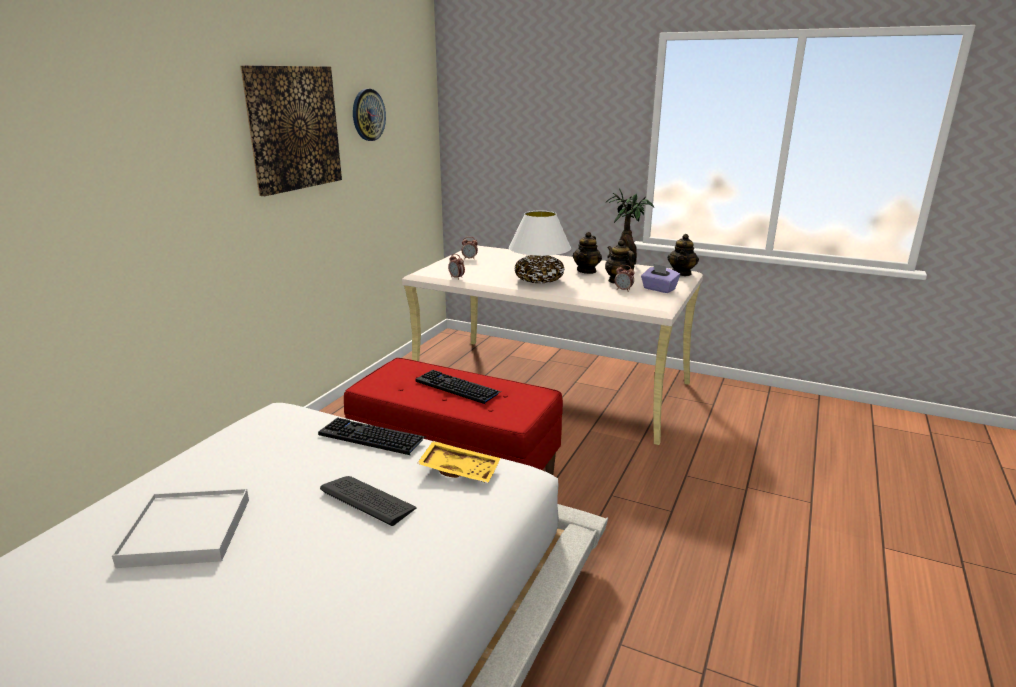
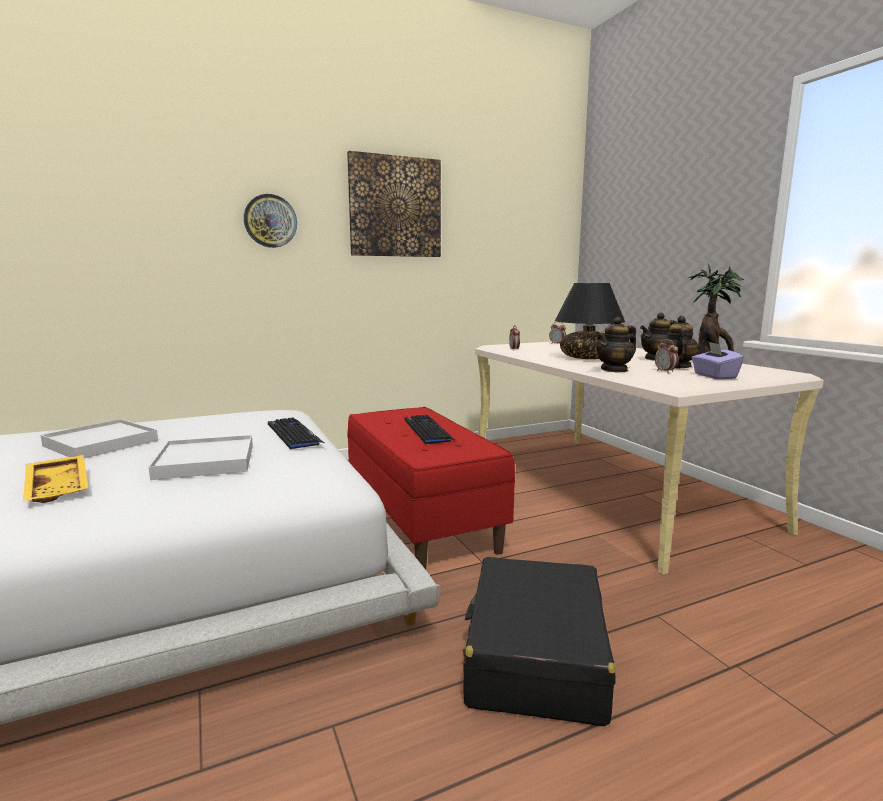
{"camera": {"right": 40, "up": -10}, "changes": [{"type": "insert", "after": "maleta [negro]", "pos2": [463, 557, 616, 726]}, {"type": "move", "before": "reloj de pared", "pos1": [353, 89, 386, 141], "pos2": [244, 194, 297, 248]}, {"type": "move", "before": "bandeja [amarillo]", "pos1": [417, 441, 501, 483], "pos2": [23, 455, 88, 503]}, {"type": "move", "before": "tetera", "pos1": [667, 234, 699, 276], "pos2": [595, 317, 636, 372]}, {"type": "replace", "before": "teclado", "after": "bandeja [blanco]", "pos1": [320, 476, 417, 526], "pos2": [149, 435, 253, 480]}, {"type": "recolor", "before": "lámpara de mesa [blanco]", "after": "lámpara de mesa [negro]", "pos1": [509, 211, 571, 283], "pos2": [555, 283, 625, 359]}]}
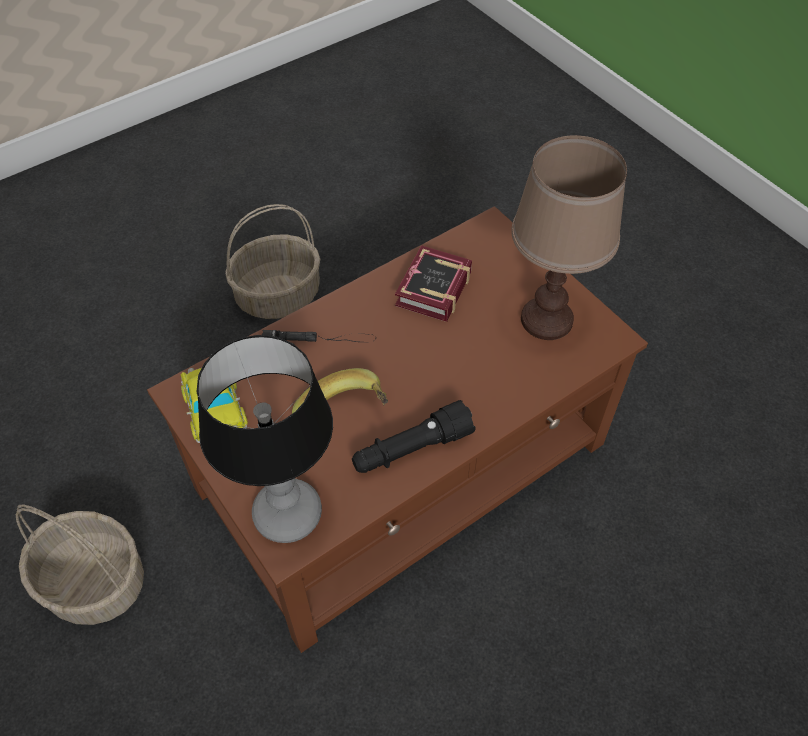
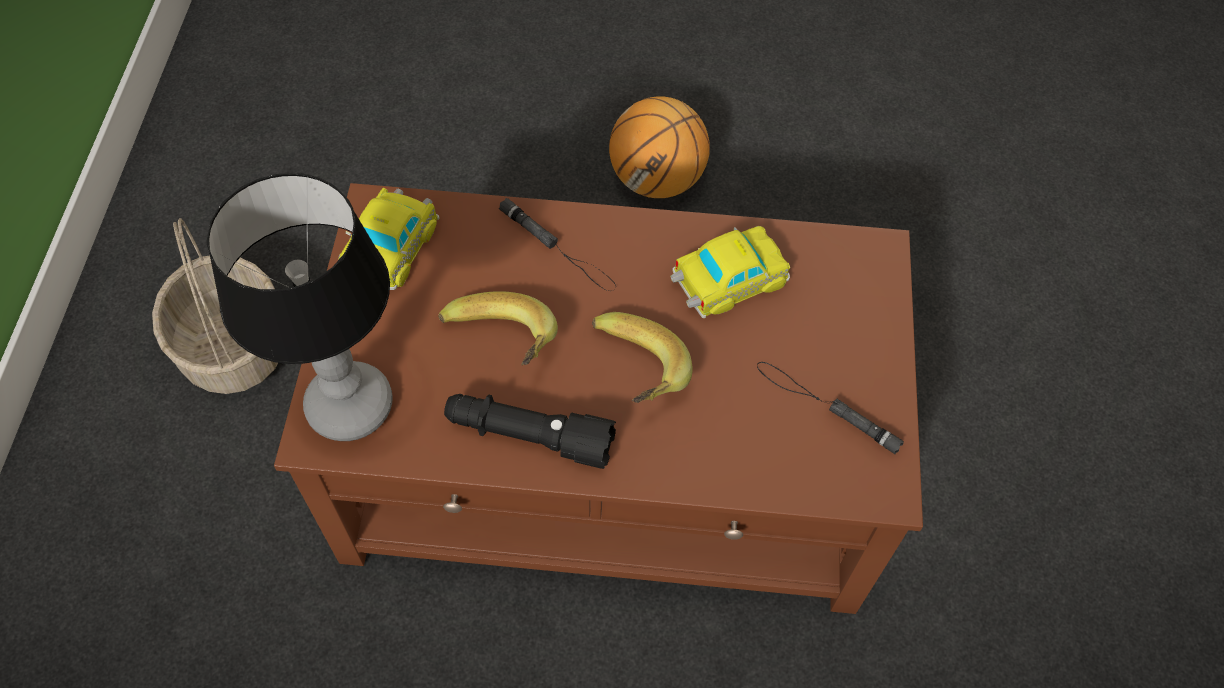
{"camera": {"right": 40, "up": 5}, "changes": [{"type": "insert", "after": "plátano", "pos2": [592, 312, 693, 403]}, {"type": "replace", "before": "cesta", "after": "balón de baloncesto", "pos1": [225, 204, 320, 319], "pos2": [609, 96, 710, 198]}, {"type": "replace", "before": "libro", "after": "coche de juguete", "pos1": [395, 245, 472, 322], "pos2": [670, 226, 790, 318]}, {"type": "replace", "before": "lámpara de mesa [marrón]", "after": "linterna [negro]", "pos1": [511, 135, 627, 340], "pos2": [757, 362, 904, 455]}]}
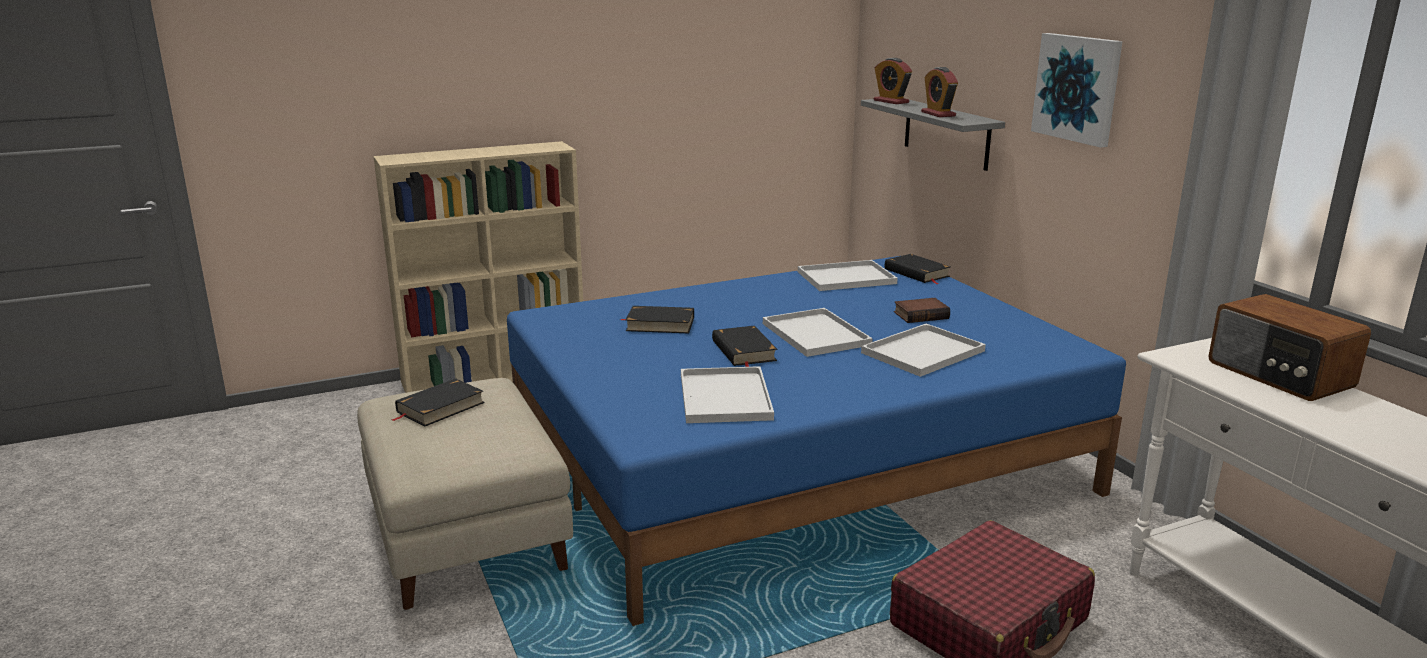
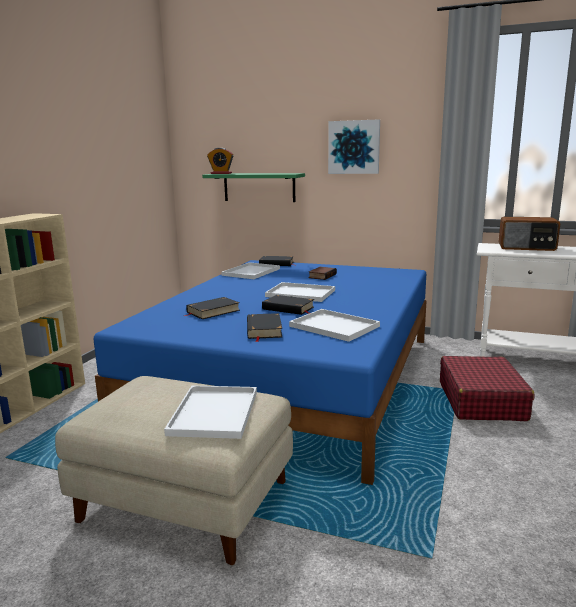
{"camera": {"right": -45, "up": -5}, "changes": [{"type": "delete", "before": "despertador", "pos1": [921, 67, 958, 117]}, {"type": "move", "before": "libro [negro]", "pos1": [392, 379, 485, 427], "pos2": [247, 313, 282, 342]}, {"type": "move", "before": "bandeja [blanco]", "pos1": [861, 324, 986, 377], "pos2": [164, 386, 257, 439]}, {"type": "recolor", "before": "estante [gris]", "after": "estante [verde]", "pos1": [861, 99, 1005, 171], "pos2": [202, 173, 305, 202]}]}
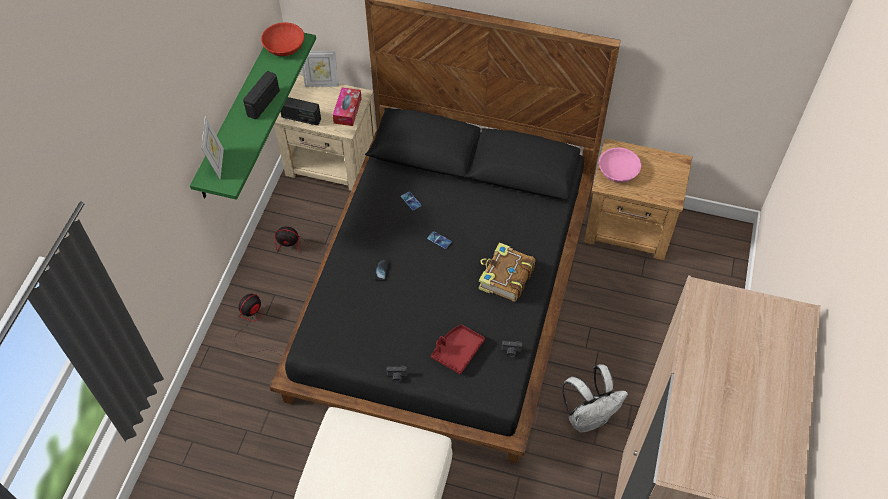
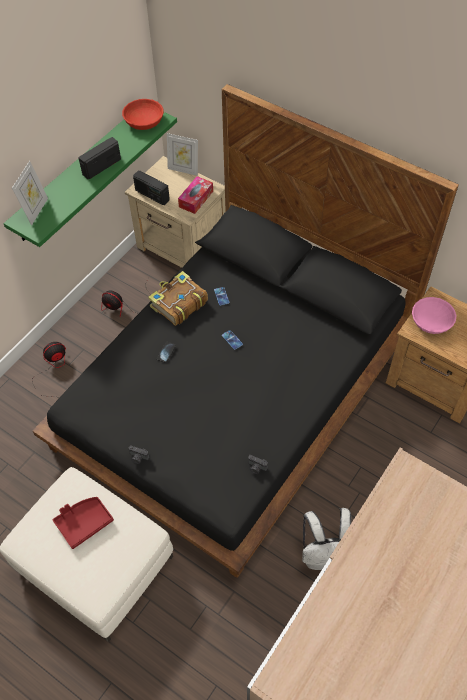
{"camera": {"right": 20, "up": 0}, "changes": [{"type": "move", "before": "bandeja [rojo]", "pos1": [431, 324, 485, 374], "pos2": [53, 497, 114, 549]}, {"type": "move", "before": "libro", "pos1": [479, 242, 535, 302], "pos2": [148, 271, 208, 326]}]}
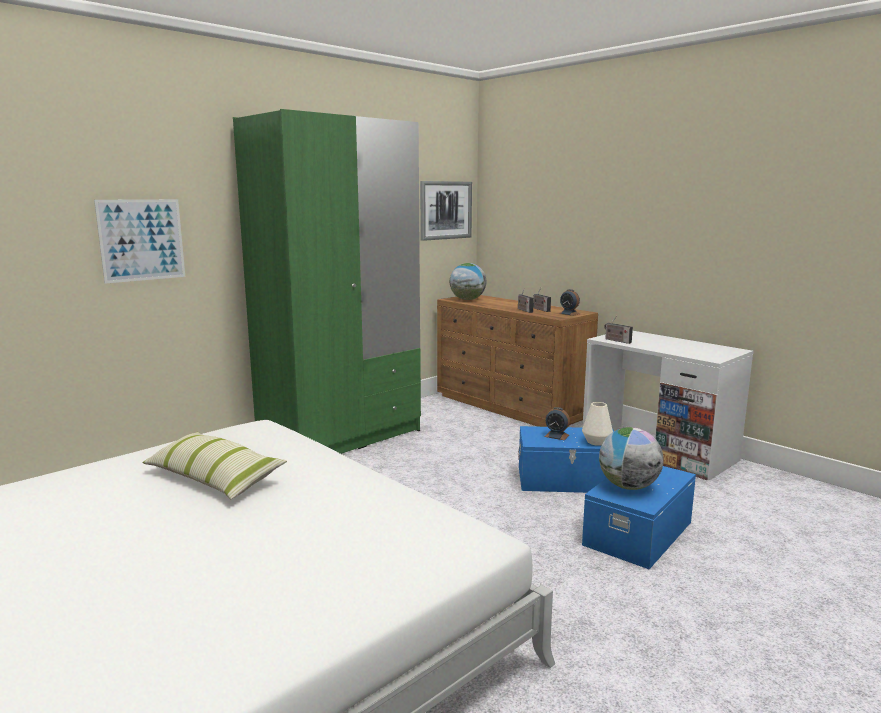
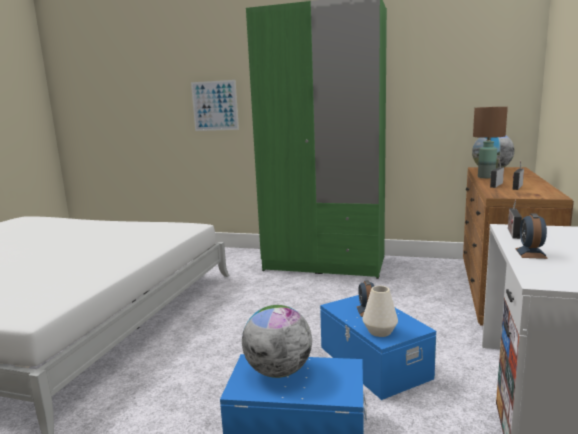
{"camera": {"right": 60, "up": 0}, "changes": [{"type": "delete", "before": "cojín", "pos1": [143, 432, 287, 499]}, {"type": "delete", "before": "cuadro", "pos1": [420, 181, 472, 241]}, {"type": "insert", "after": "lámpara de mesa [marrón]", "pos2": [473, 107, 508, 178]}, {"type": "move", "before": "despertador", "pos1": [558, 289, 580, 316], "pos2": [515, 214, 548, 259]}]}
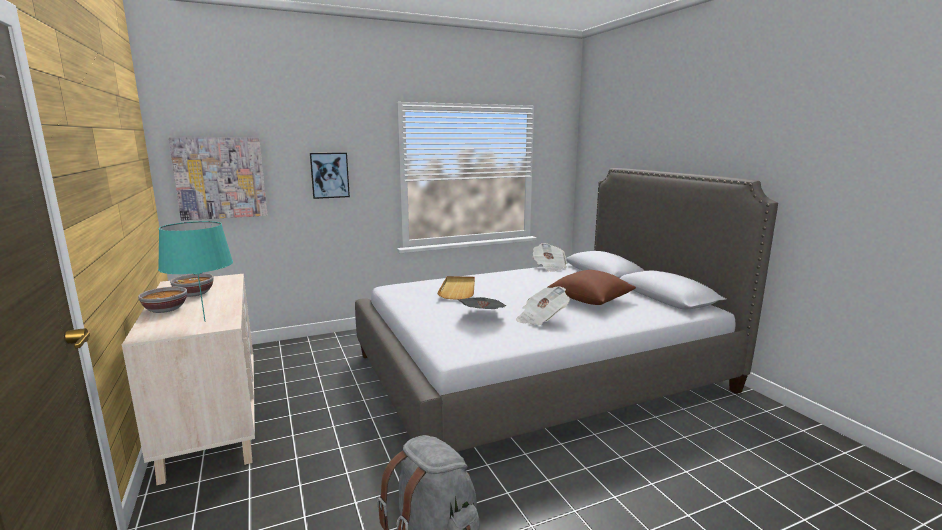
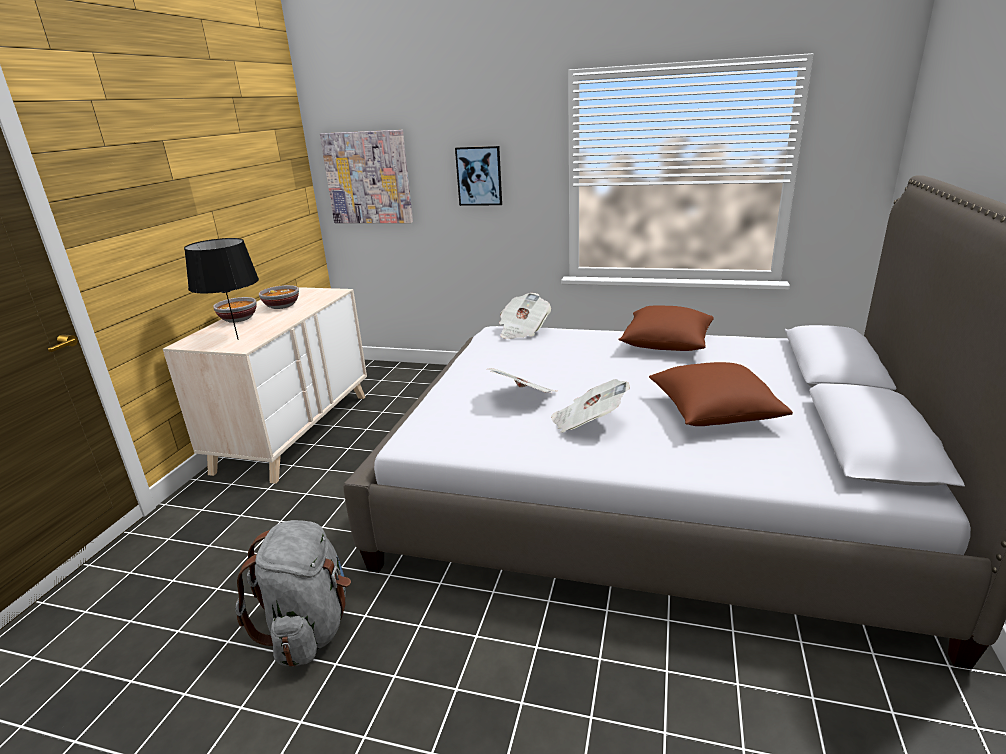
{"camera": {"right": 40, "up": 10}, "changes": [{"type": "delete", "before": "bandeja [beis]", "pos1": [437, 276, 475, 299]}, {"type": "insert", "after": "cojín [marrón]", "pos2": [618, 305, 714, 351]}, {"type": "move", "before": "periódico", "pos1": [533, 243, 567, 272], "pos2": [499, 293, 551, 339]}, {"type": "recolor", "before": "lámpara de mesa [turquesa]", "after": "lámpara de mesa [negro]", "pos1": [158, 221, 233, 322], "pos2": [184, 238, 259, 340]}]}
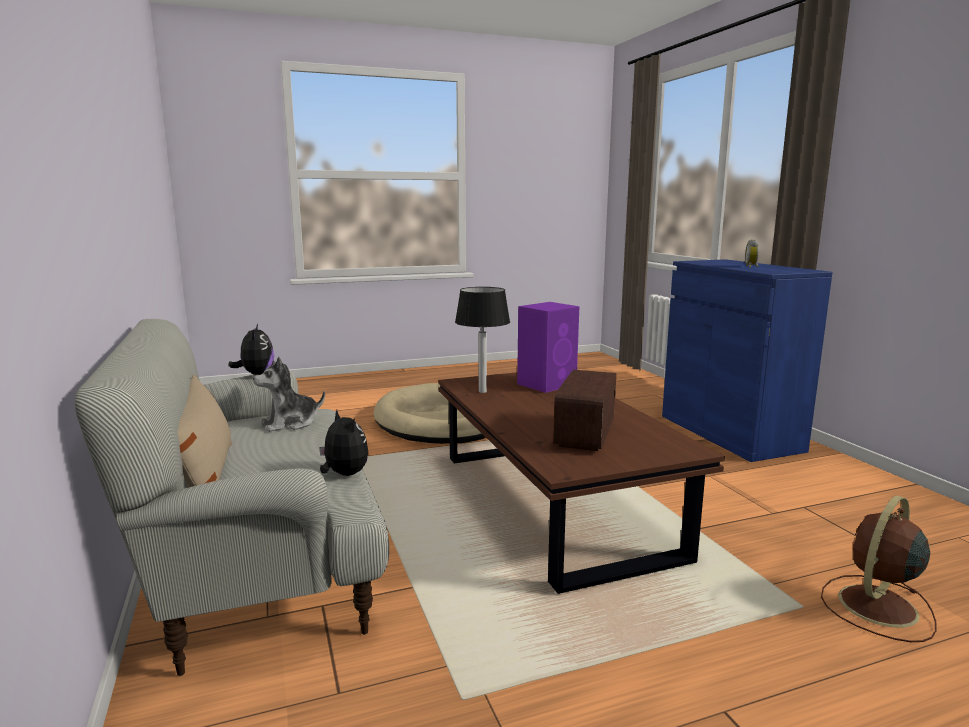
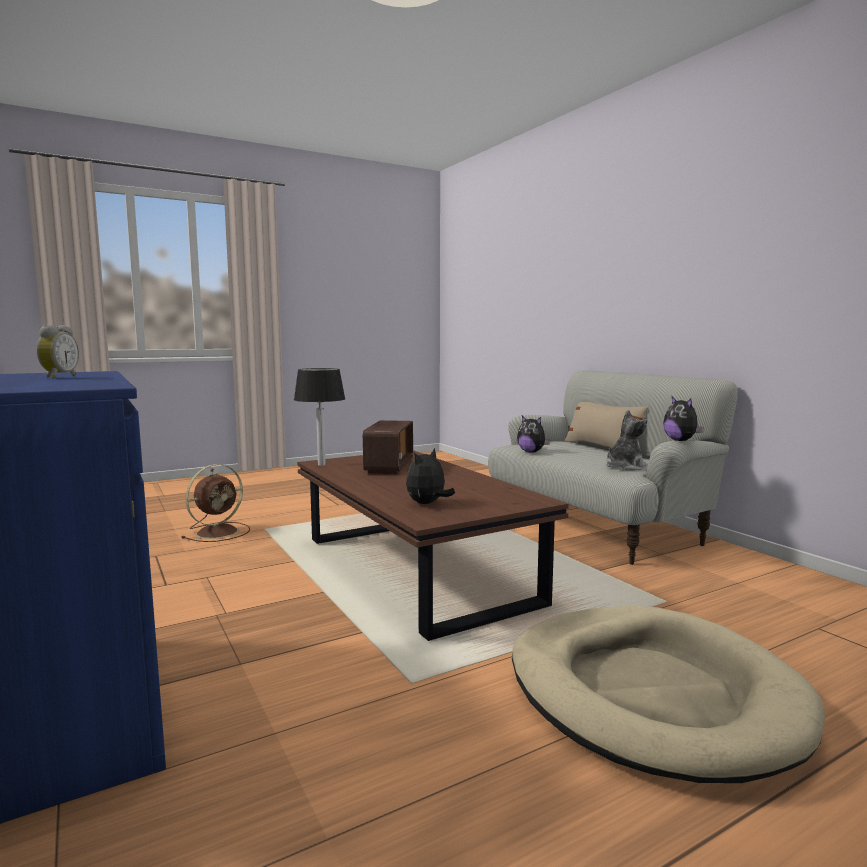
{"camera": {"right": 170, "up": -5}, "changes": [{"type": "move", "before": "lámpara de mesa", "pos1": [455, 287, 510, 393], "pos2": [294, 368, 345, 466]}, {"type": "replace", "before": "altavoz [morado]", "after": "peluche", "pos1": [517, 302, 579, 393], "pos2": [406, 448, 455, 504]}]}
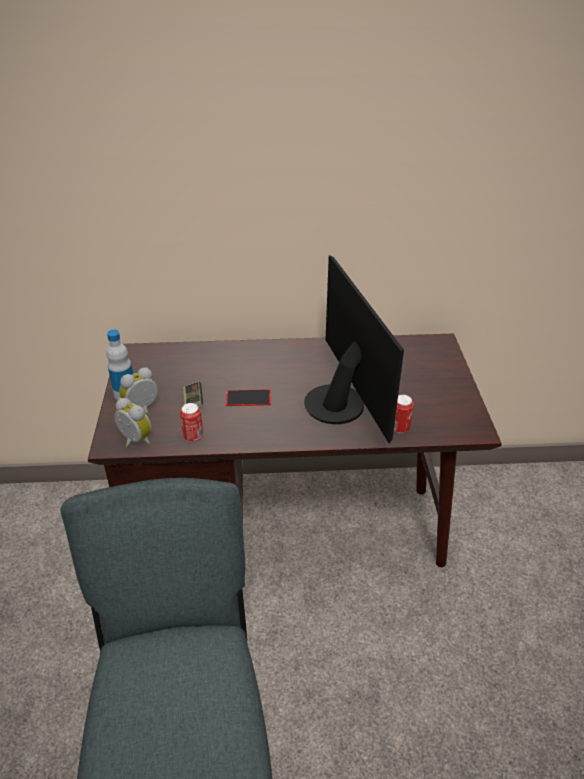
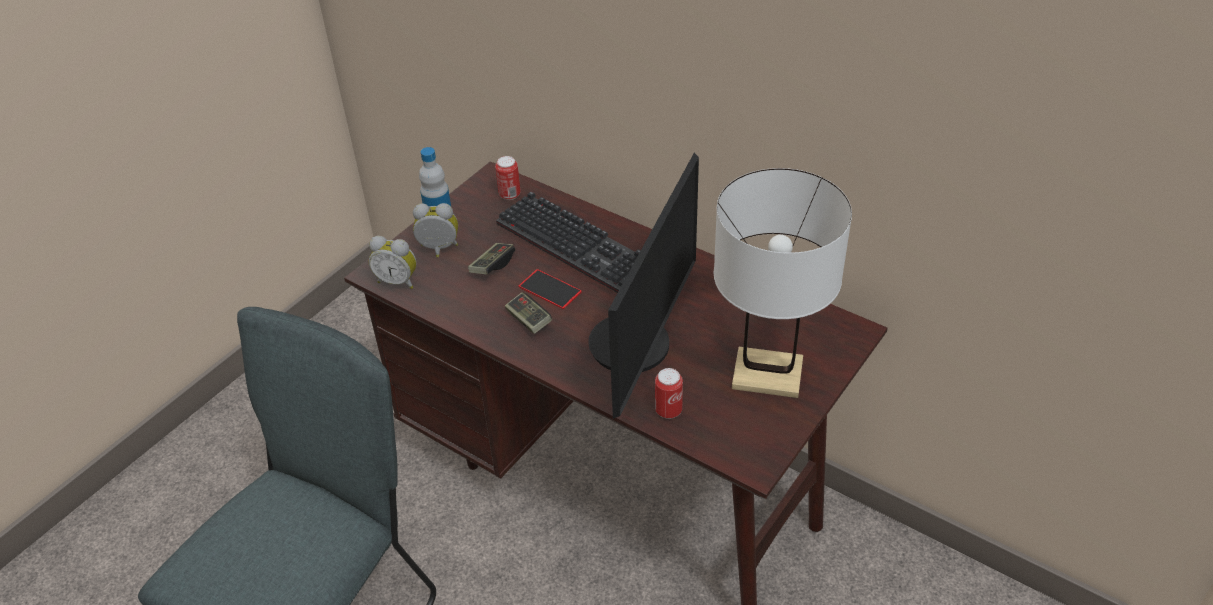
{"camera": {"right": 40, "up": 5}, "changes": [{"type": "insert", "after": "teclado", "pos2": [496, 192, 641, 293]}, {"type": "insert", "after": "mando de consola", "pos2": [505, 292, 552, 334]}, {"type": "insert", "after": "lámpara de mesa [blanco]", "pos2": [714, 168, 852, 398]}, {"type": "move", "before": "lata", "pos1": [180, 403, 203, 442], "pos2": [495, 156, 521, 200]}, {"type": "rotate", "before": "despertador", "pos1": [114, 398, 152, 447], "pos2": [369, 236, 417, 289], "turn": 120}]}
